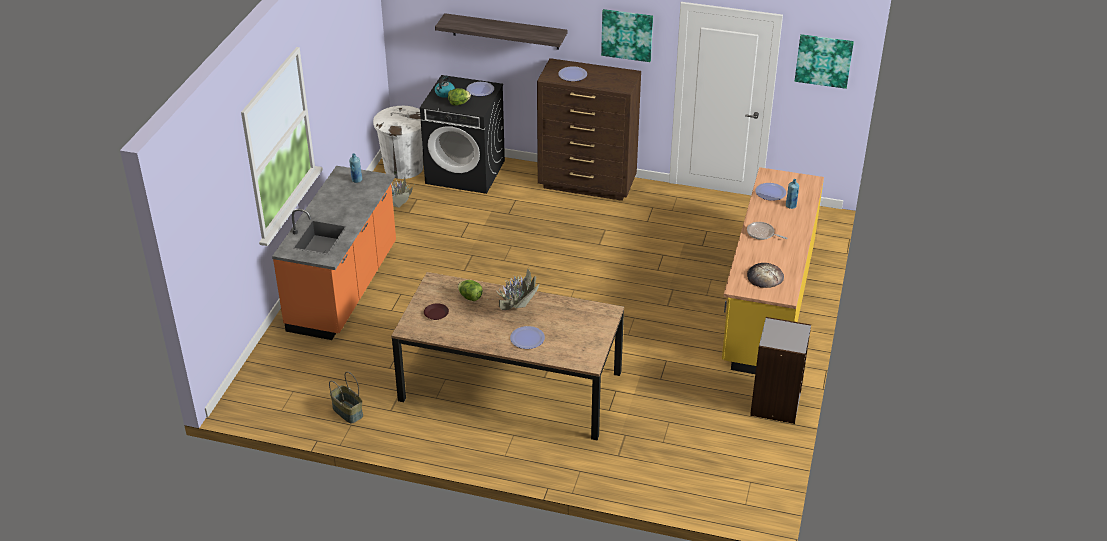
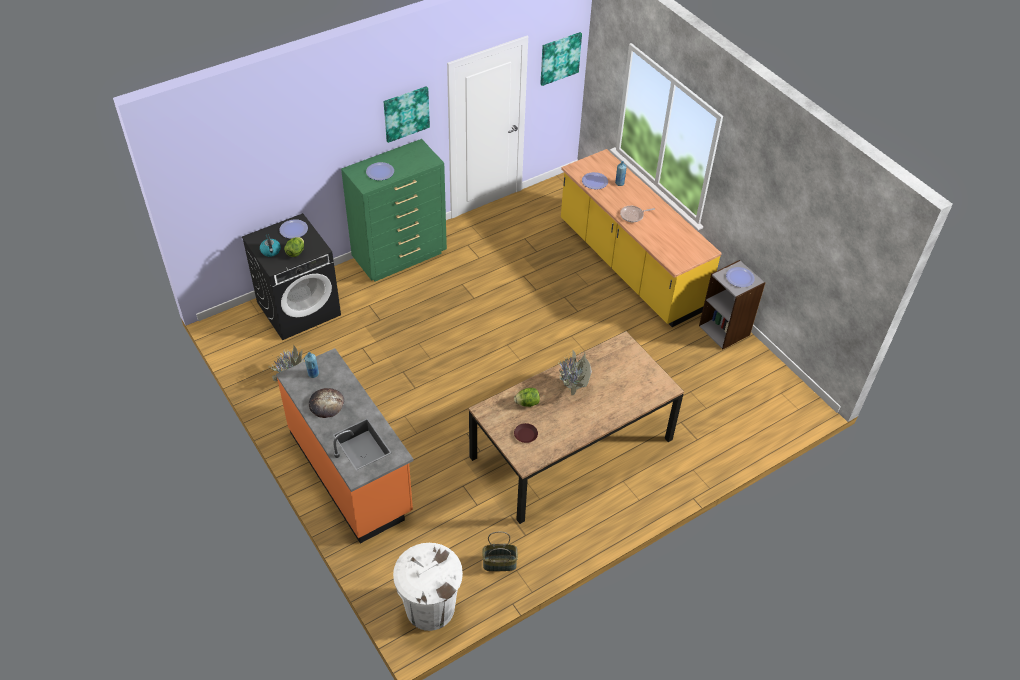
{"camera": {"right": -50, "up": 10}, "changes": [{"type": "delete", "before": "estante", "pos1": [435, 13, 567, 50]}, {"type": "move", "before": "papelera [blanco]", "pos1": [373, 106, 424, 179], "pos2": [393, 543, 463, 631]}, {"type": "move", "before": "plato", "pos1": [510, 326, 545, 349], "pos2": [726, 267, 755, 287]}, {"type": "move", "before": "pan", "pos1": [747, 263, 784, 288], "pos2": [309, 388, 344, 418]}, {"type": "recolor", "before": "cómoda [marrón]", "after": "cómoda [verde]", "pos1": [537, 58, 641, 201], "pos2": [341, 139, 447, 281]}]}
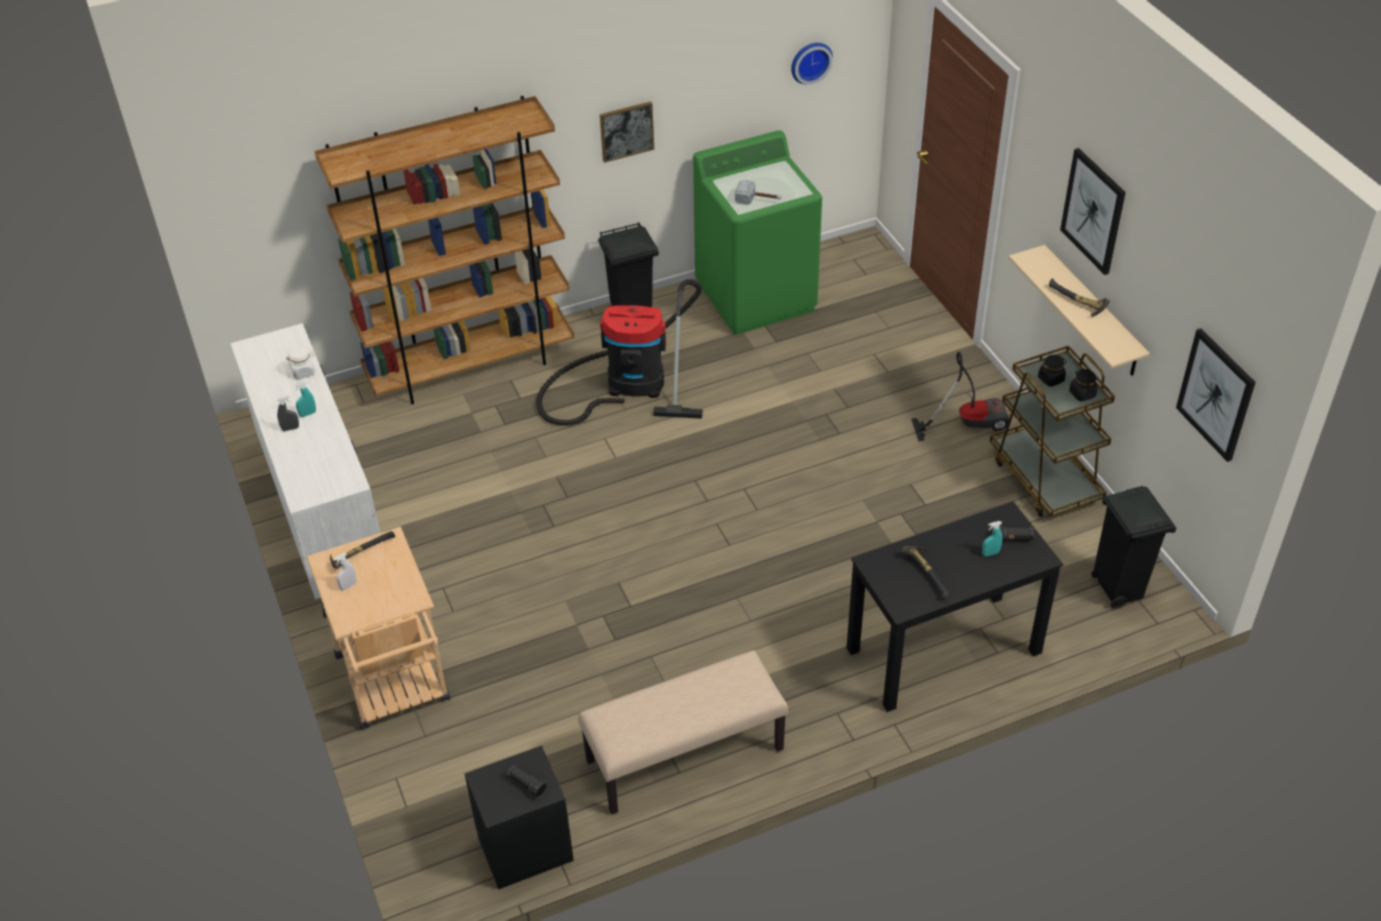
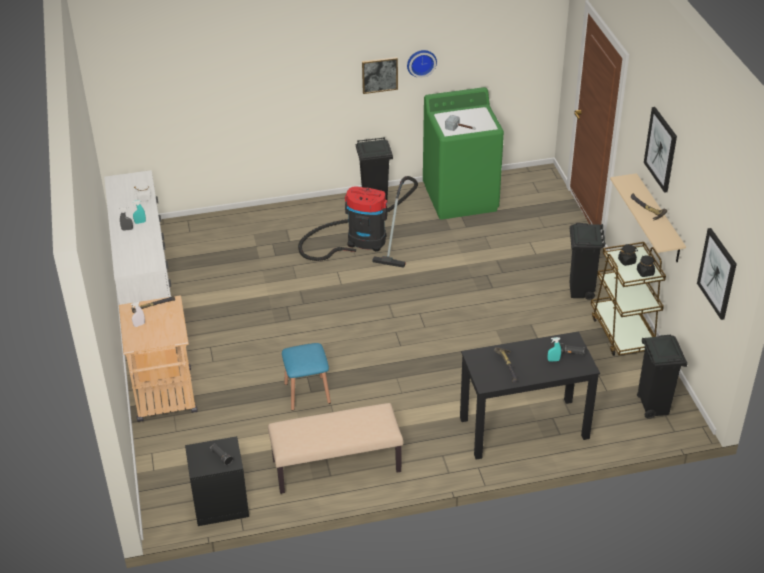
{"camera": {"right": 10, "up": -5}, "changes": [{"type": "delete", "before": "estantería [marrón]", "pos1": [314, 96, 574, 404]}, {"type": "insert", "after": "taburete [azul]", "pos2": [282, 343, 331, 411]}, {"type": "move", "before": "reloj de pared", "pos1": [791, 43, 833, 84], "pos2": [407, 50, 437, 78]}, {"type": "replace", "before": "aspiradora", "after": "papelera [negro]", "pos1": [911, 352, 1009, 441], "pos2": [570, 223, 606, 300]}]}
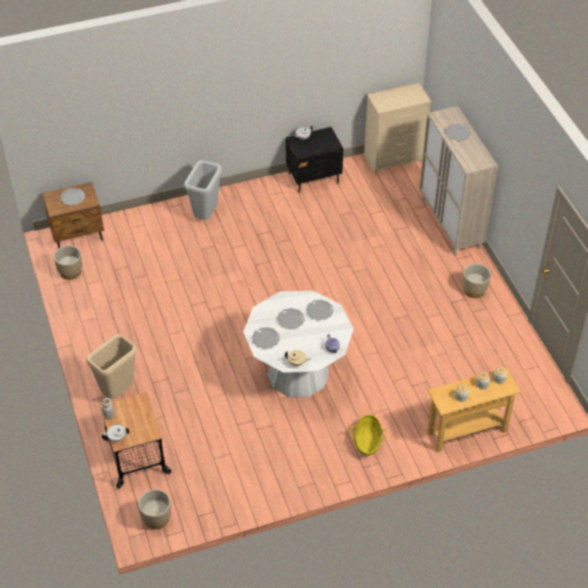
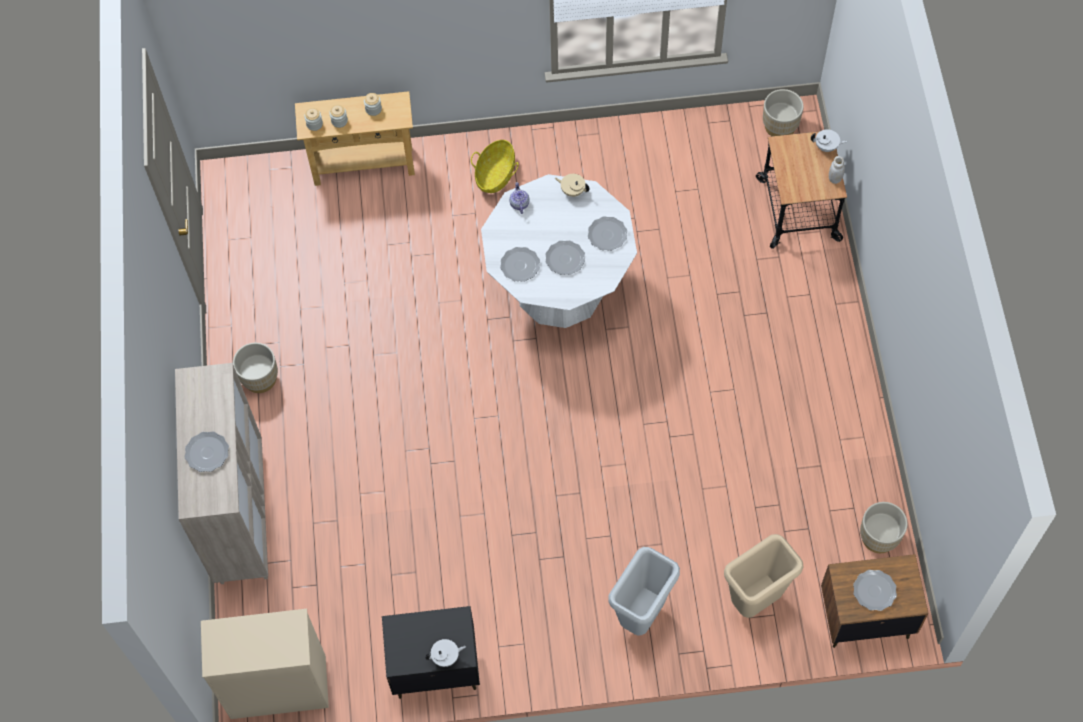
{"camera": {"right": -165, "up": 15}, "changes": [{"type": "move", "before": "papelera [beis]", "pos1": [86, 334, 137, 399], "pos2": [724, 534, 803, 618]}]}
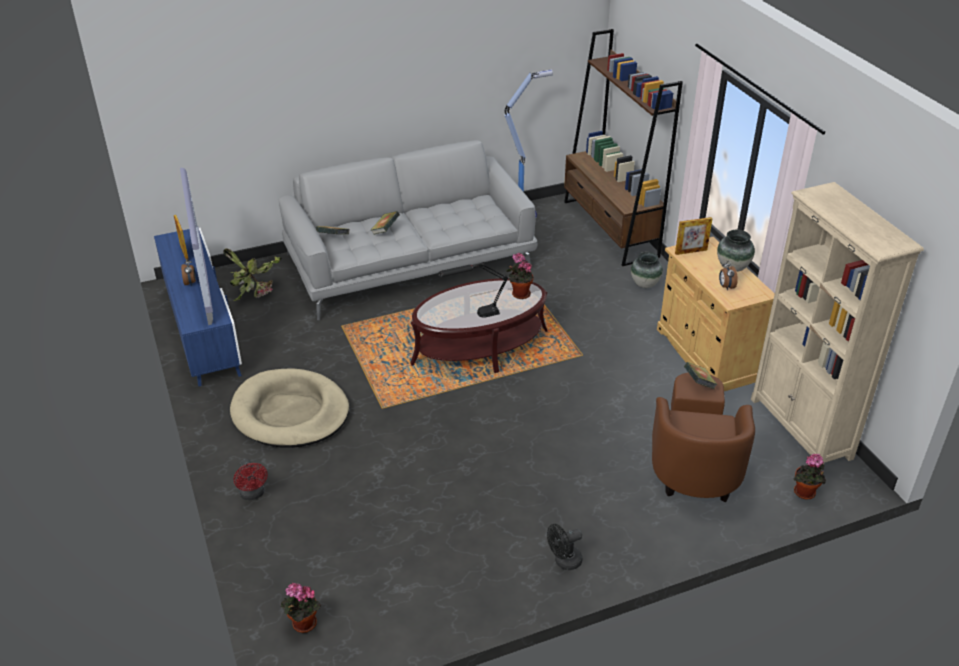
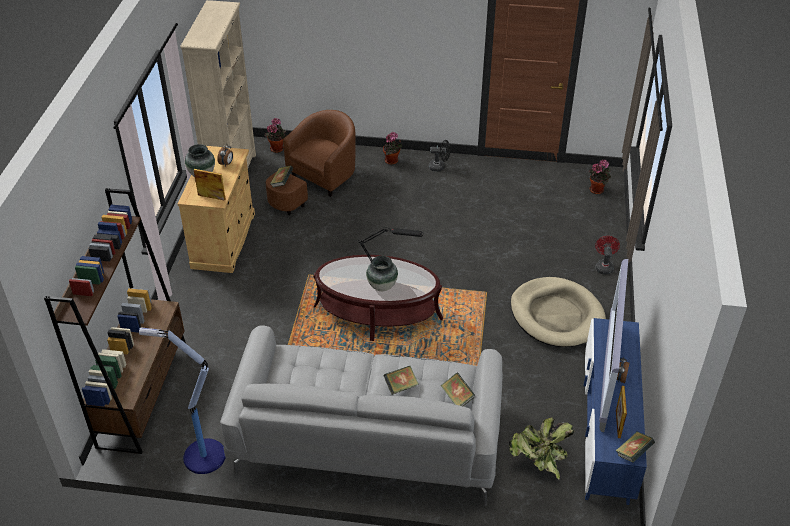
{"camera": {"right": -150, "up": 5}, "changes": [{"type": "insert", "after": "libro", "pos2": [616, 432, 655, 463]}, {"type": "move", "before": "planta en maceta", "pos1": [506, 253, 534, 299], "pos2": [383, 132, 402, 165]}, {"type": "move", "before": "florero", "pos1": [631, 252, 663, 288], "pos2": [366, 256, 398, 291]}]}
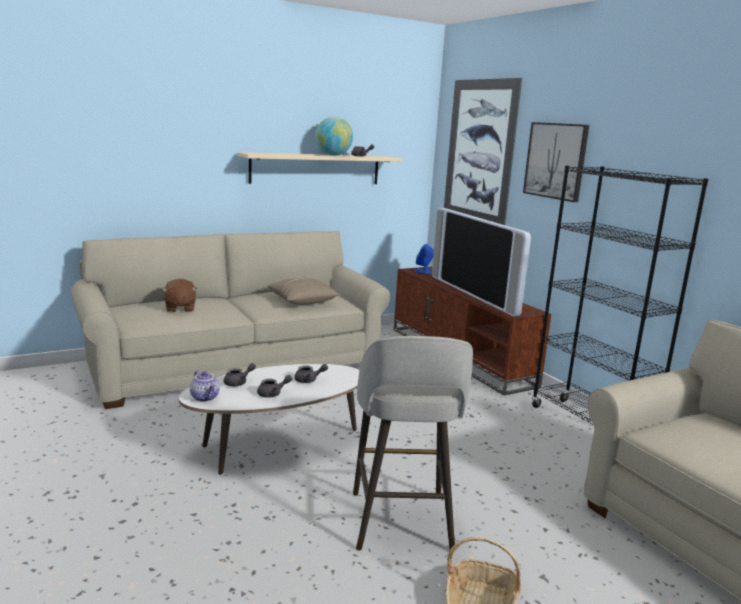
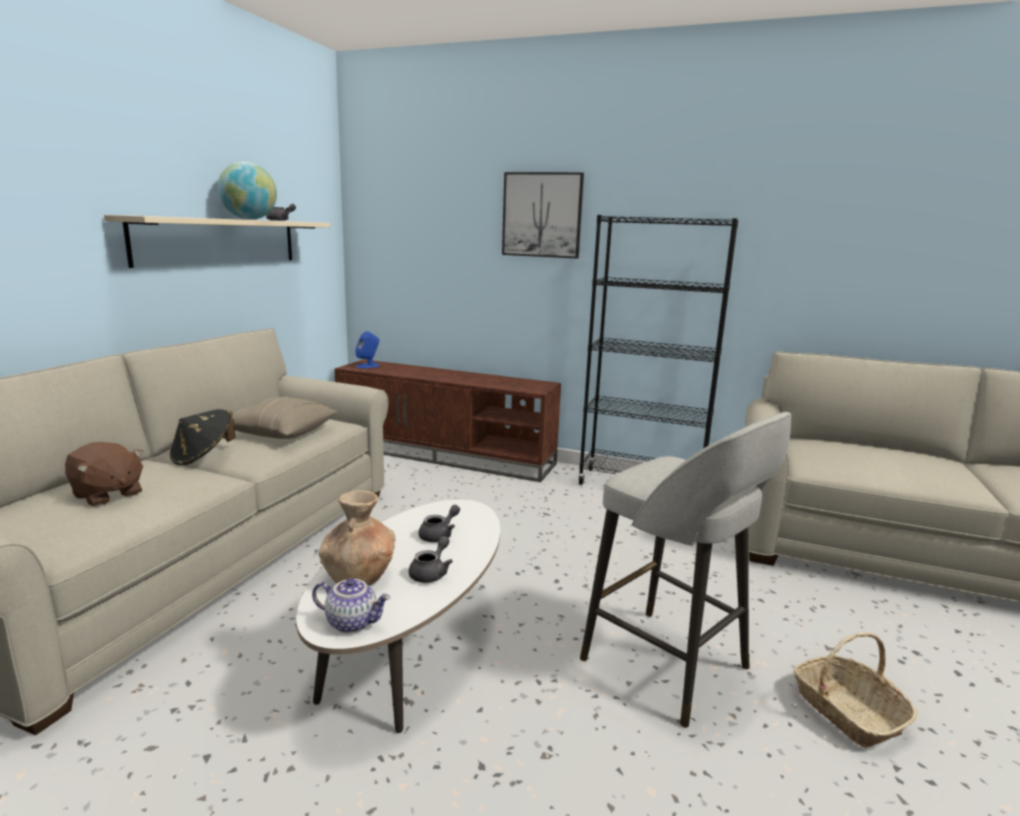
{"camera": {"right": -40, "up": 0}, "changes": [{"type": "delete", "before": "televisor", "pos1": [432, 208, 531, 317]}, {"type": "delete", "before": "cuadro", "pos1": [444, 78, 522, 225]}, {"type": "insert", "after": "sombrero [negro]", "pos2": [169, 409, 236, 466]}, {"type": "replace", "before": "tetera [gris]", "after": "florero [marrón]", "pos1": [224, 363, 256, 386], "pos2": [318, 490, 396, 586]}]}
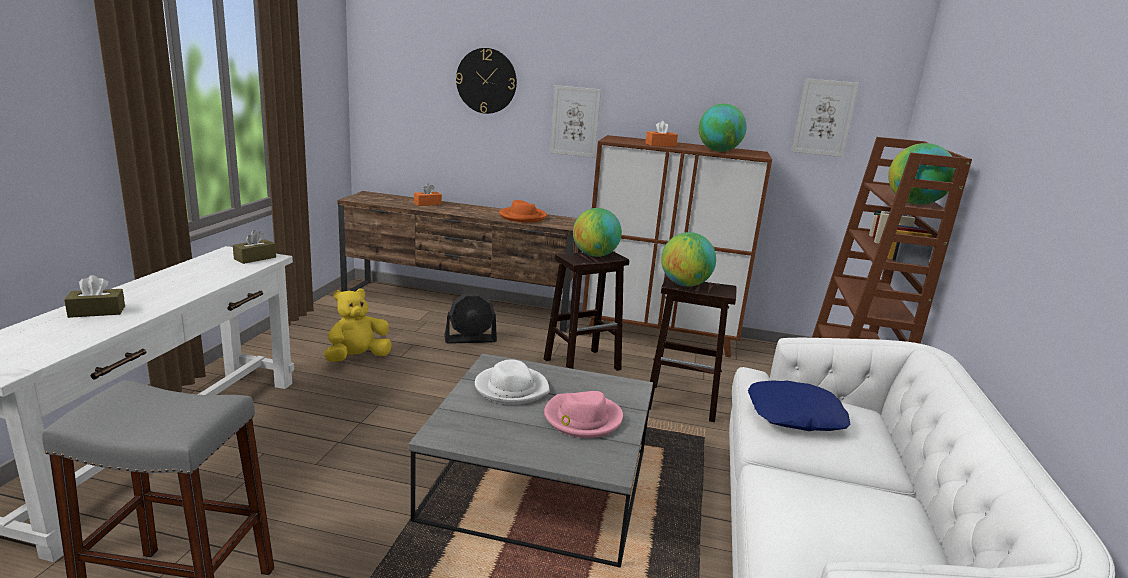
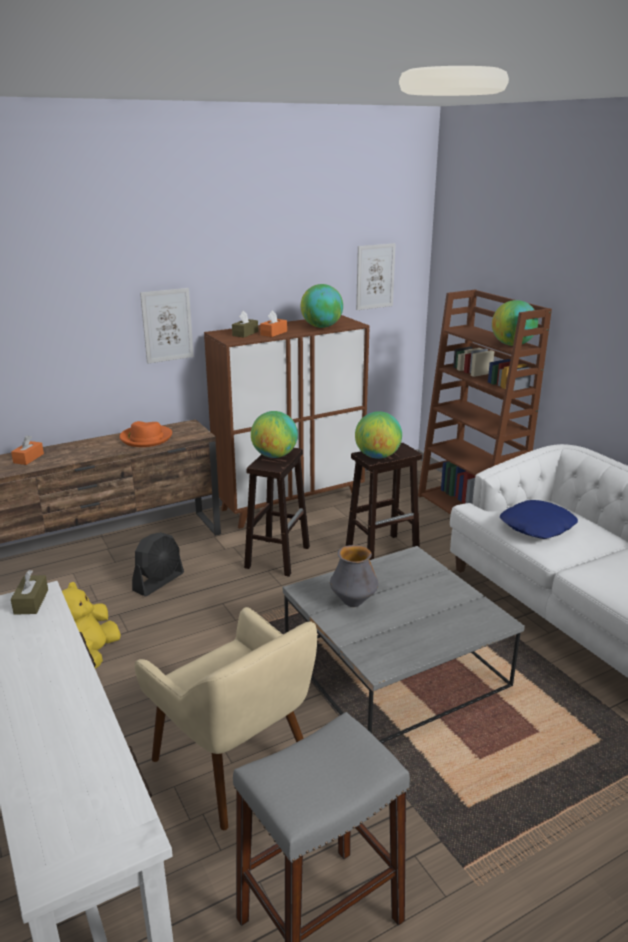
{"camera": {"right": -40, "up": 5}, "changes": [{"type": "delete", "before": "reloj de pared", "pos1": [456, 48, 517, 114]}, {"type": "delete", "before": "sombrero [rosa]", "pos1": [544, 391, 623, 438]}, {"type": "insert", "after": "sillón [beis]", "pos2": [135, 607, 317, 830]}, {"type": "move", "before": "caja de pañuelos [marrón]", "pos1": [64, 275, 125, 318], "pos2": [232, 311, 258, 338]}, {"type": "replace", "before": "sombrero [blanco]", "after": "florero", "pos1": [475, 360, 550, 405], "pos2": [330, 545, 379, 607]}]}
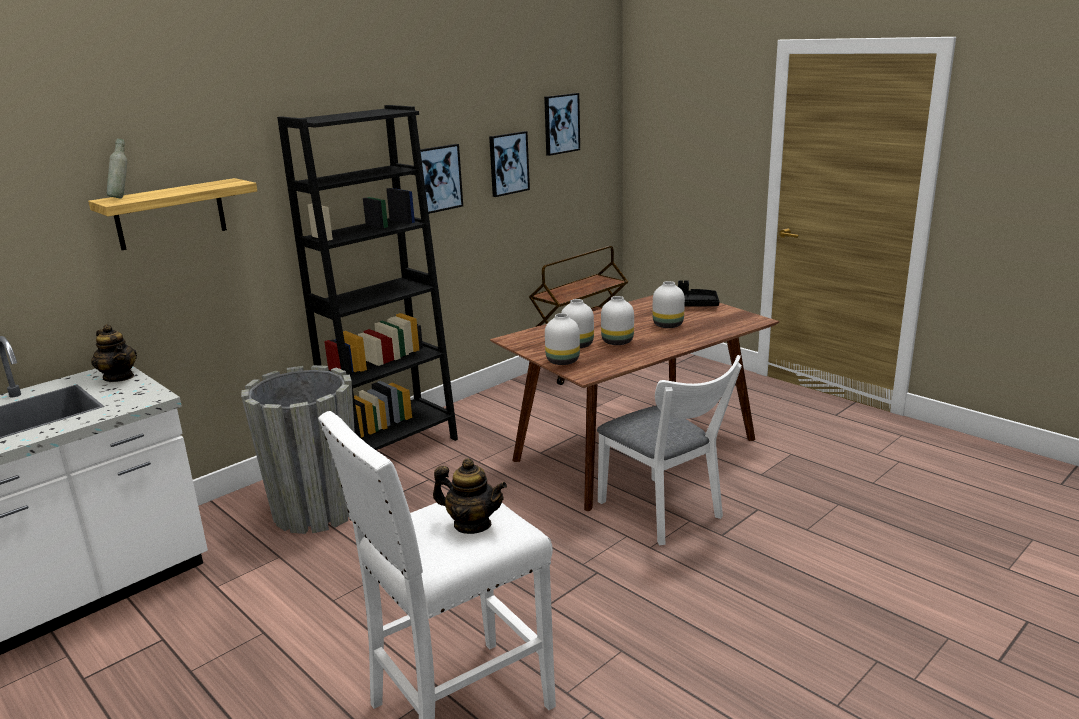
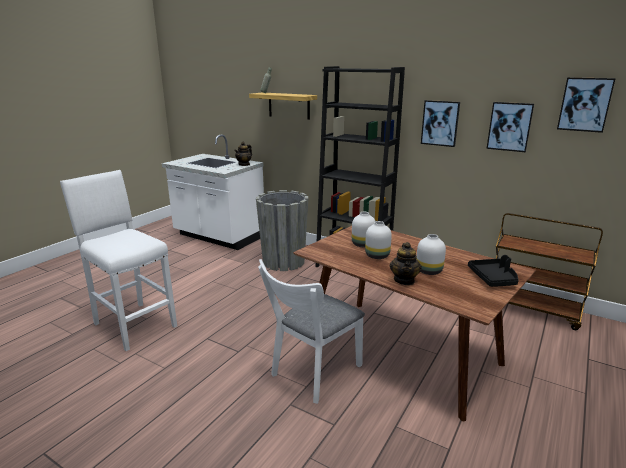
{"camera": {"right": 75, "up": 0}, "changes": [{"type": "delete", "before": "florero [blanco]", "pos1": [545, 313, 580, 365]}, {"type": "move", "before": "tetera", "pos1": [433, 458, 507, 534], "pos2": [389, 242, 422, 285]}]}
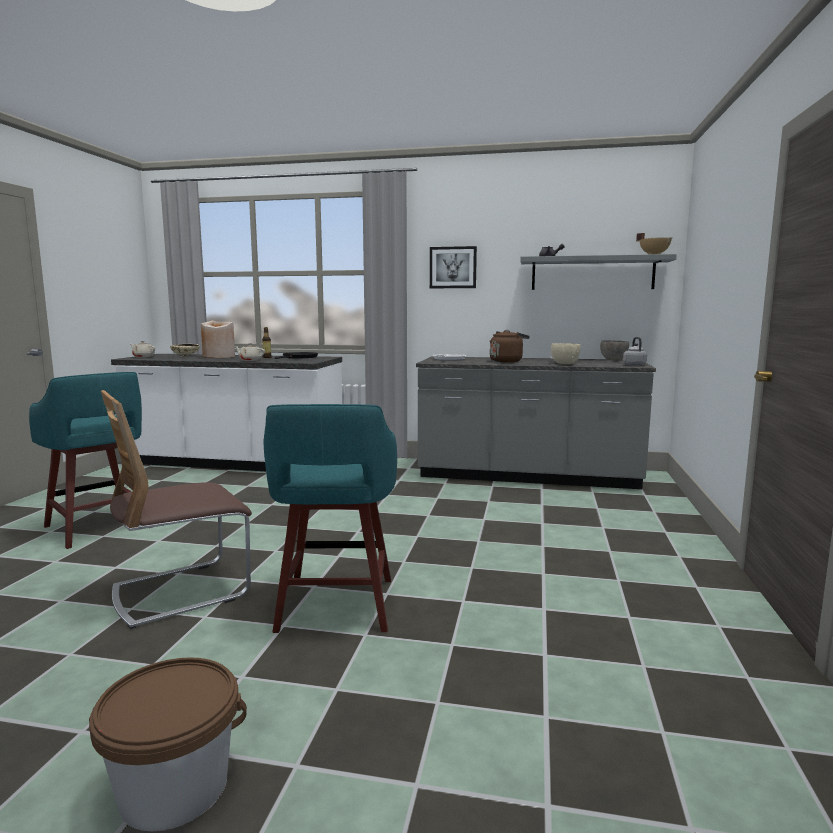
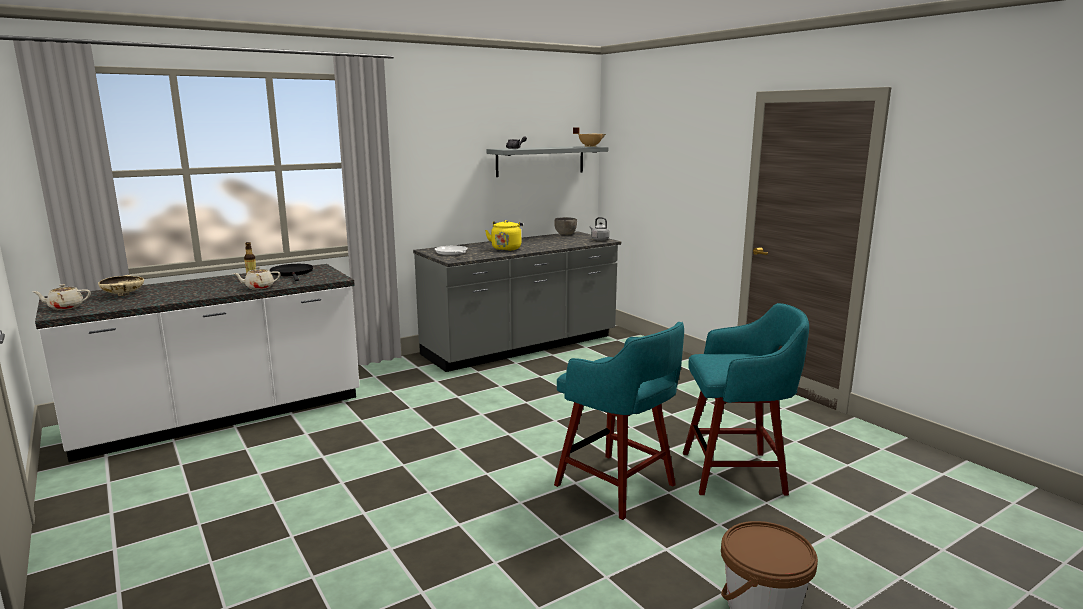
{"camera": {"right": -45, "up": 5}, "changes": [{"type": "delete", "before": "silla", "pos1": [101, 390, 252, 629]}, {"type": "delete", "before": "florero [beis]", "pos1": [201, 321, 235, 358]}, {"type": "delete", "before": "cuadro", "pos1": [430, 246, 477, 288]}, {"type": "delete", "before": "cuenco [beis]", "pos1": [551, 343, 581, 364]}, {"type": "move", "before": "taburete [turquesa]", "pos1": [29, 372, 142, 549], "pos2": [683, 303, 809, 496]}, {"type": "recolor", "before": "hervidor [marrón]", "after": "hervidor [amarillo]", "pos1": [490, 330, 530, 363], "pos2": [485, 220, 523, 251]}]}
